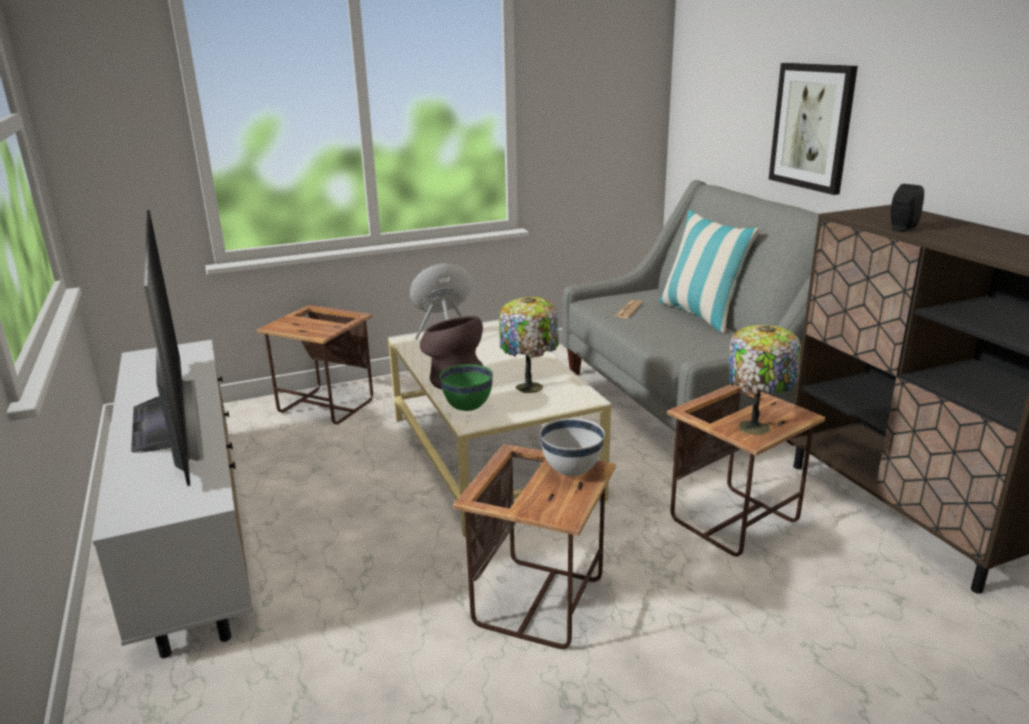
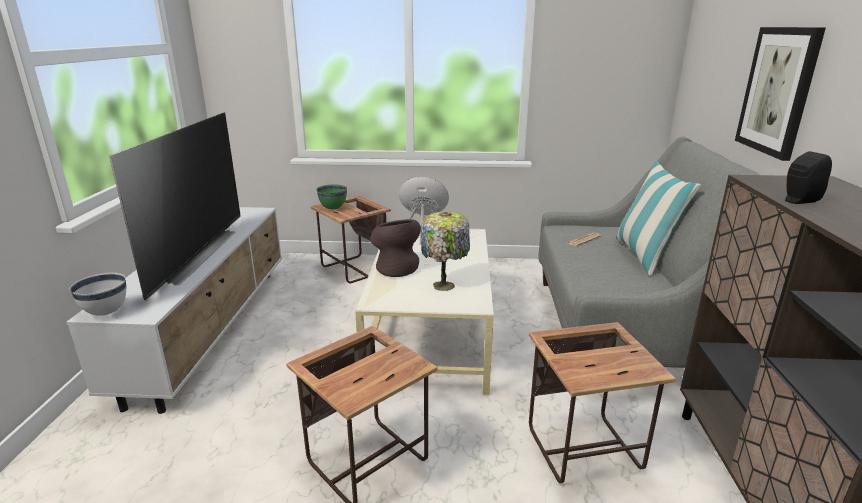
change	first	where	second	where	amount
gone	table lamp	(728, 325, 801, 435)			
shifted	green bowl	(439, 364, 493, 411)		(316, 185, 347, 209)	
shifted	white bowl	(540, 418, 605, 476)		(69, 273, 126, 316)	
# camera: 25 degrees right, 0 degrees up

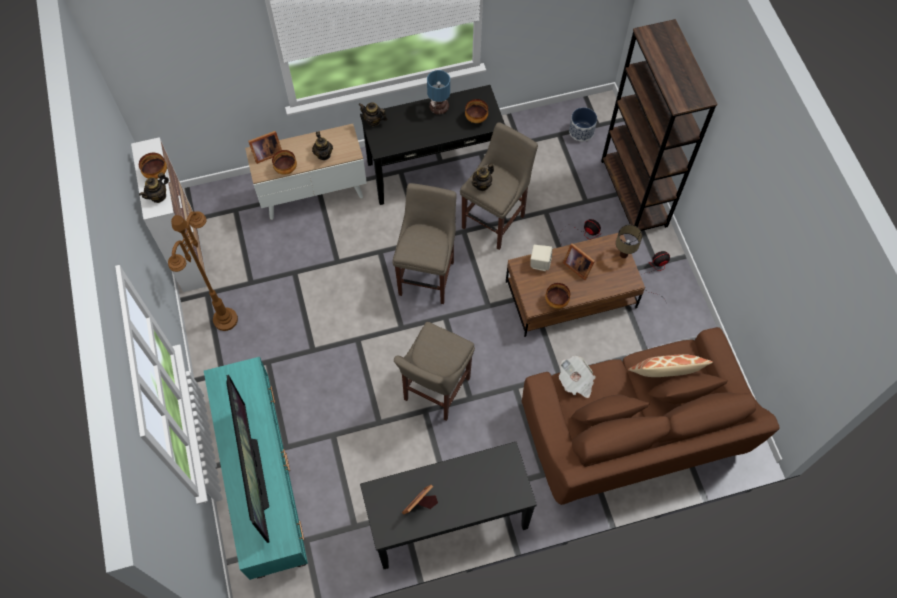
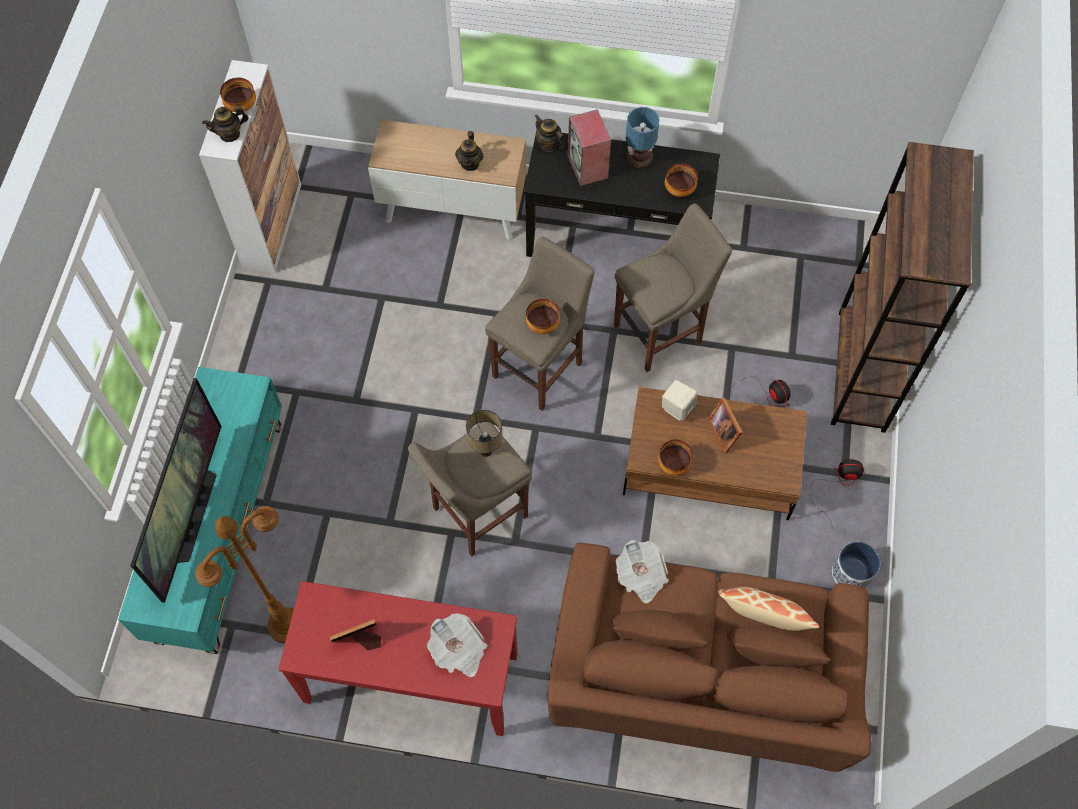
change	first	where	second	where	amount
gone	picture frame	(248, 131, 282, 164)			
gone	teapot	(471, 163, 494, 191)			
new			newspaper	(427, 613, 487, 677)	
new			speaker	(568, 109, 611, 186)	
shifted	brown floor lamp	(168, 211, 238, 331)		(195, 506, 294, 643)	
shifted	bowl	(272, 150, 297, 175)		(526, 299, 560, 334)	
shifted	planter	(569, 107, 597, 142)		(832, 542, 880, 588)	
shifted	table lamp	(616, 225, 642, 258)		(466, 410, 503, 457)	
repainted	black console table	(360, 442, 537, 569)	red console table	(278, 581, 517, 736)	
# camera: 25 degrees right, 0 degrees up

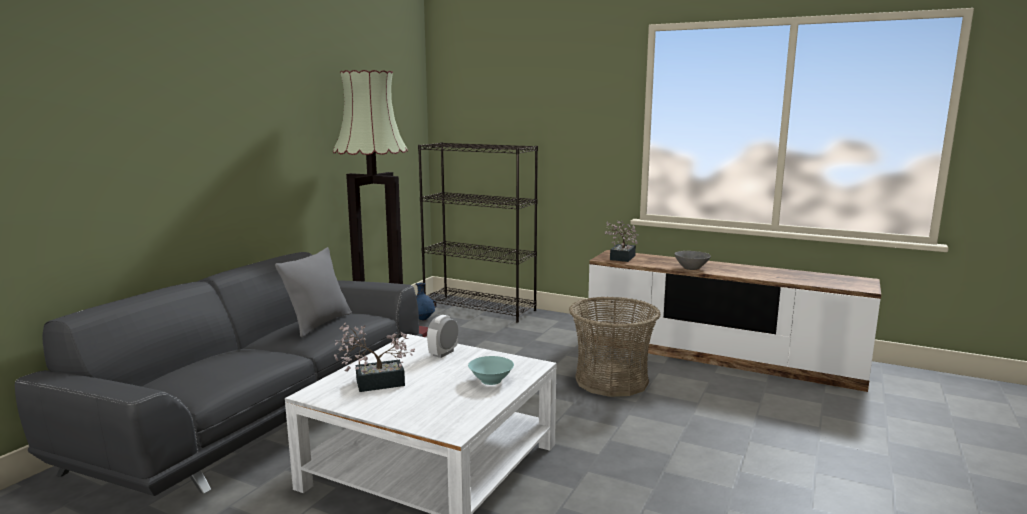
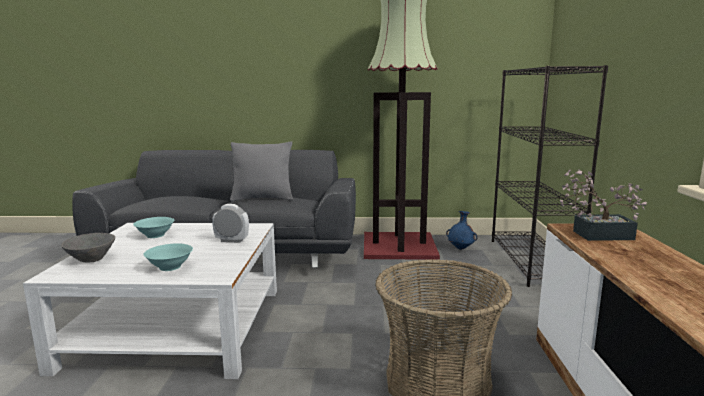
change	first	where	second	where	amount
shifted	grey bowl	(674, 251, 711, 270)		(61, 233, 115, 262)	
swapped	potted plant	(334, 323, 415, 392)	turquoise bowl	(133, 217, 174, 238)	
# camera: 65 degrees right, 0 degrees up

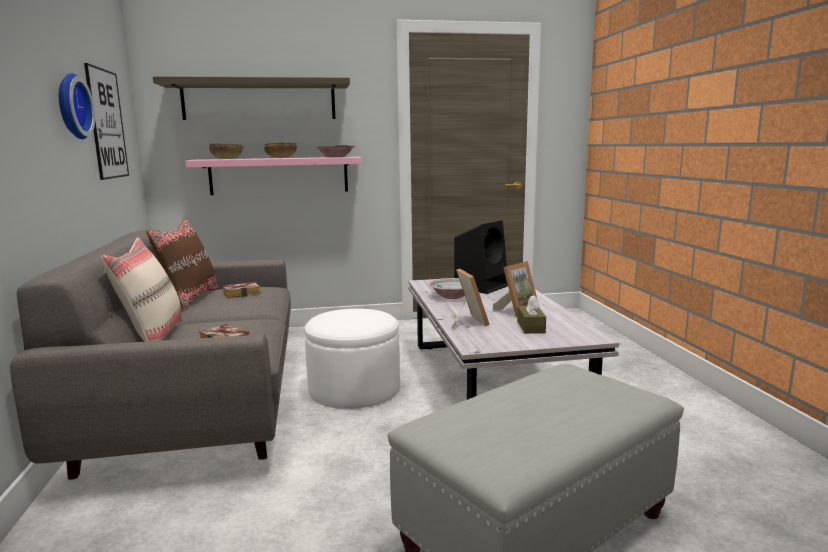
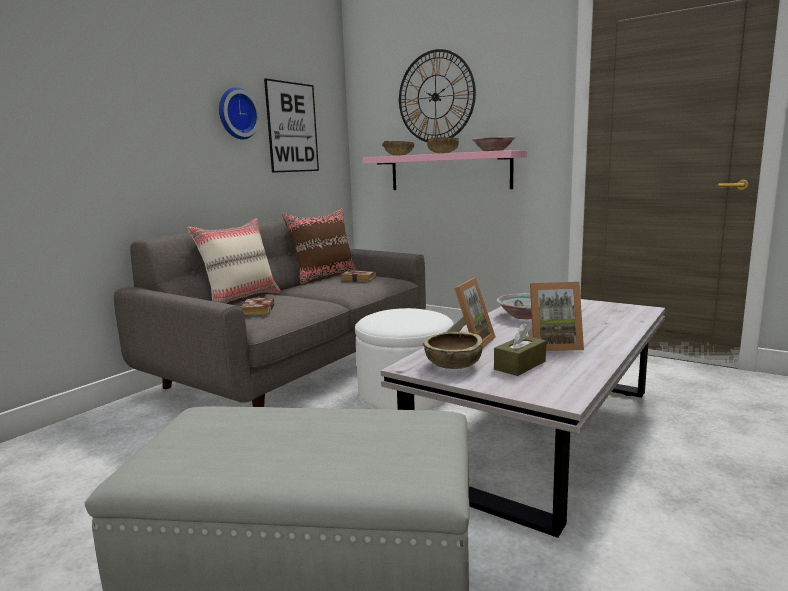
change	first	where	second	where	amount
gone	black speaker	(454, 220, 508, 294)			
new			brown bowl	(422, 332, 483, 369)	
swapped	shelf	(153, 76, 350, 120)	wall clock	(399, 49, 476, 142)	
# camera: 45 degrees right, 0 degrees up

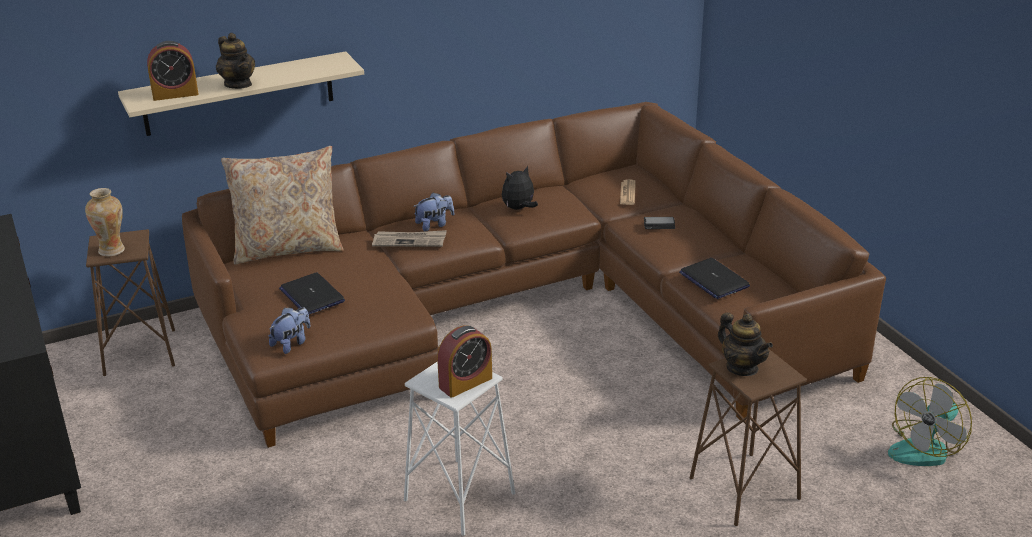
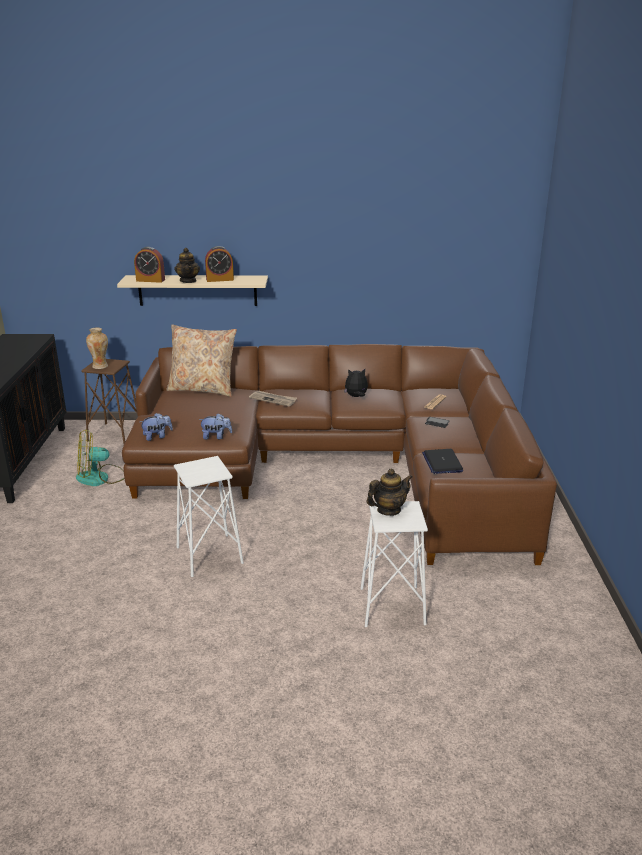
change	first	where	second	where	amount
gone	laptop	(279, 272, 345, 314)			
shifted	plush toy	(413, 193, 454, 231)		(199, 413, 232, 440)	
shifted	alarm clock	(437, 326, 492, 398)		(205, 246, 234, 282)	
shifted	fan	(888, 377, 972, 466)		(76, 430, 125, 486)	
repainted	brown stool	(690, 349, 807, 526)	white stool	(361, 501, 428, 627)	
rotated	teapot	(718, 312, 773, 376)		(366, 468, 413, 516)	105 degrees counterclockwise
# camera: 25 degrees right, 5 degrees down

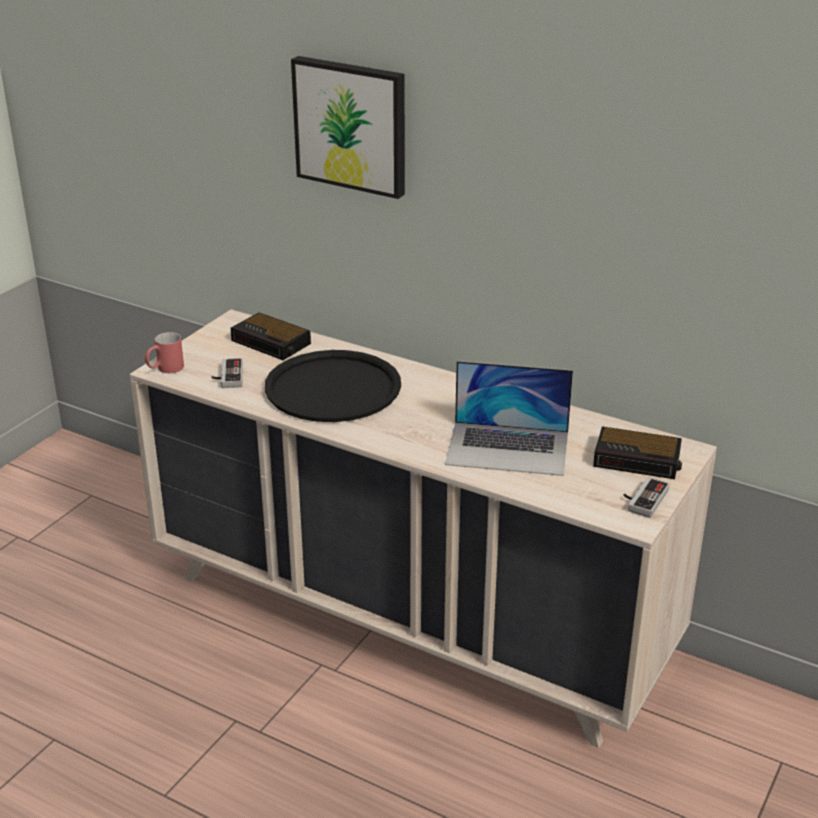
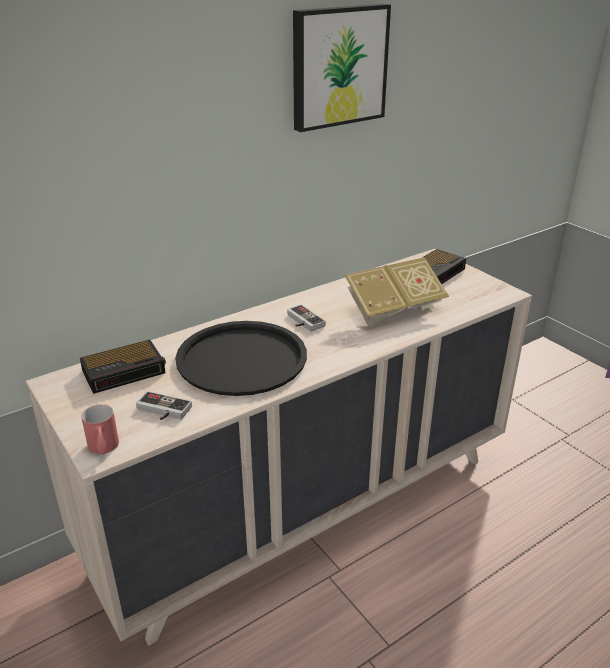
change	first	where	second	where	amount
shifted	picture	(291, 56, 405, 199)		(293, 4, 391, 132)	
shifted	game controller	(623, 477, 670, 518)		(287, 305, 326, 332)	
swapped	laptop	(445, 361, 573, 476)	book	(345, 257, 449, 326)	
# camera: 65 degrees left, 0 degrees up

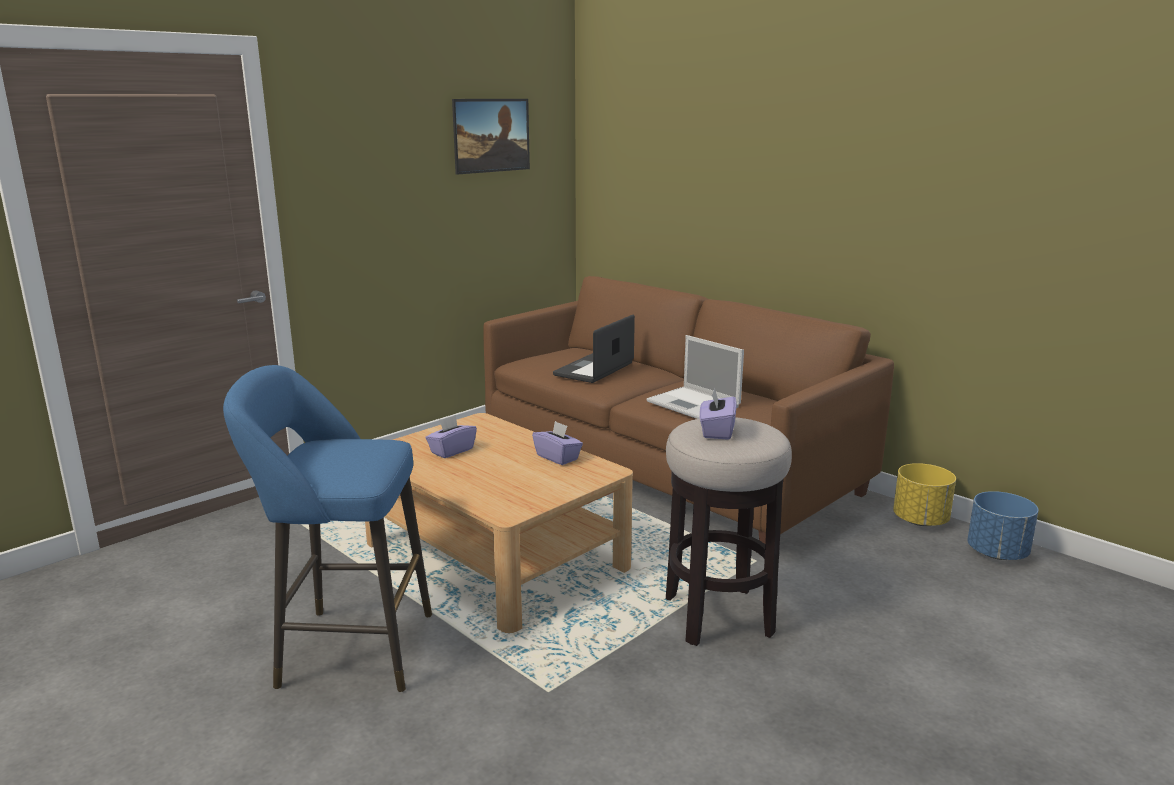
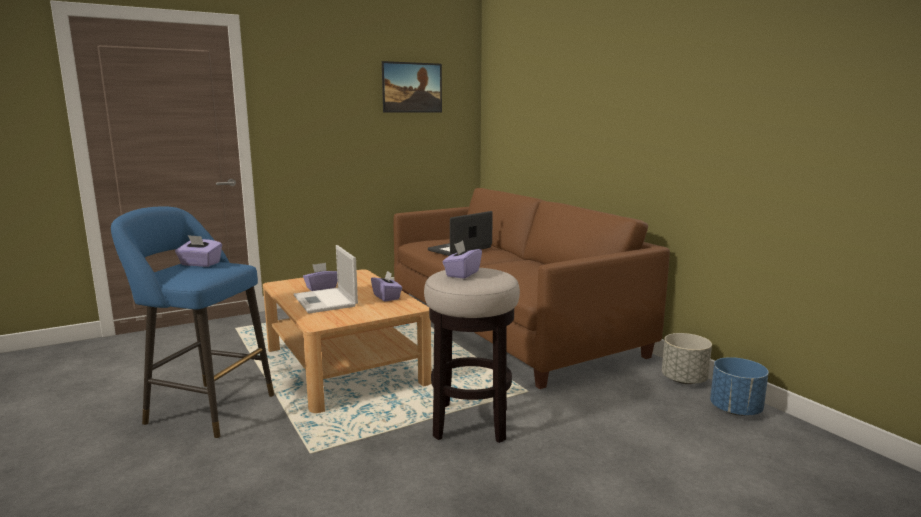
change	first	where	second	where	amount
new			purple tissue box	(175, 235, 222, 267)	
shifted	laptop	(646, 335, 744, 419)		(294, 245, 358, 314)	
repainted	yellow planter	(893, 463, 956, 526)	grey planter	(662, 333, 712, 384)	
# camera: 15 degrees right, 5 degrees down

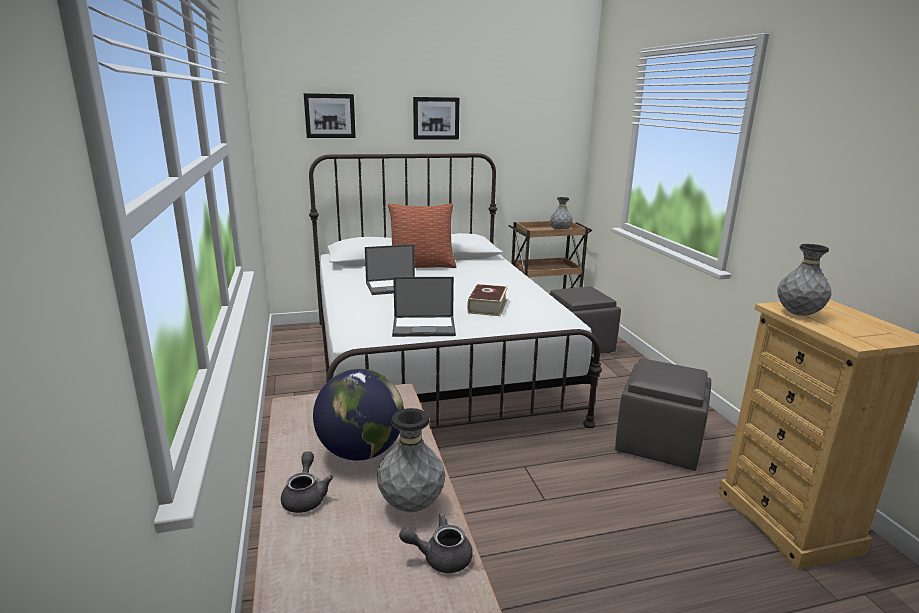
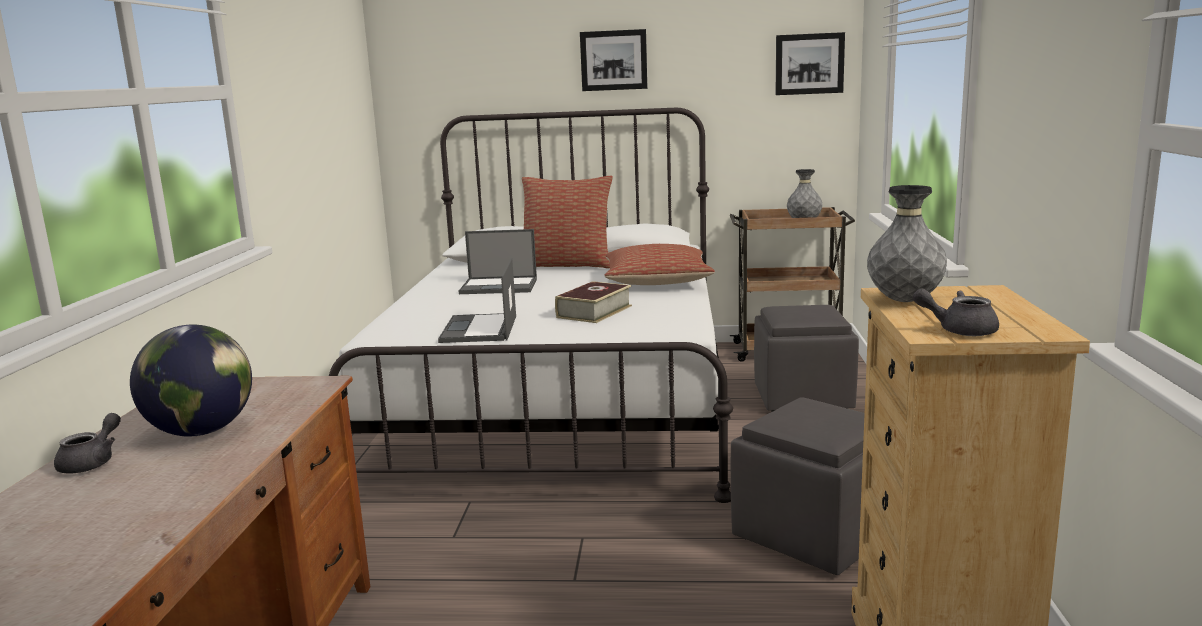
change	first	where	second	where	amount
gone	grey vase	(377, 408, 445, 512)			
new			pillow	(605, 244, 715, 285)	
shifted	picture	(304, 93, 356, 138)		(775, 32, 845, 95)	
shifted	grey teapot	(399, 513, 473, 573)		(913, 288, 999, 336)	
rotated	laptop	(392, 277, 456, 337)		(438, 258, 516, 343)	75 degrees clockwise
# camera: 20 degrees right, 5 degrees down

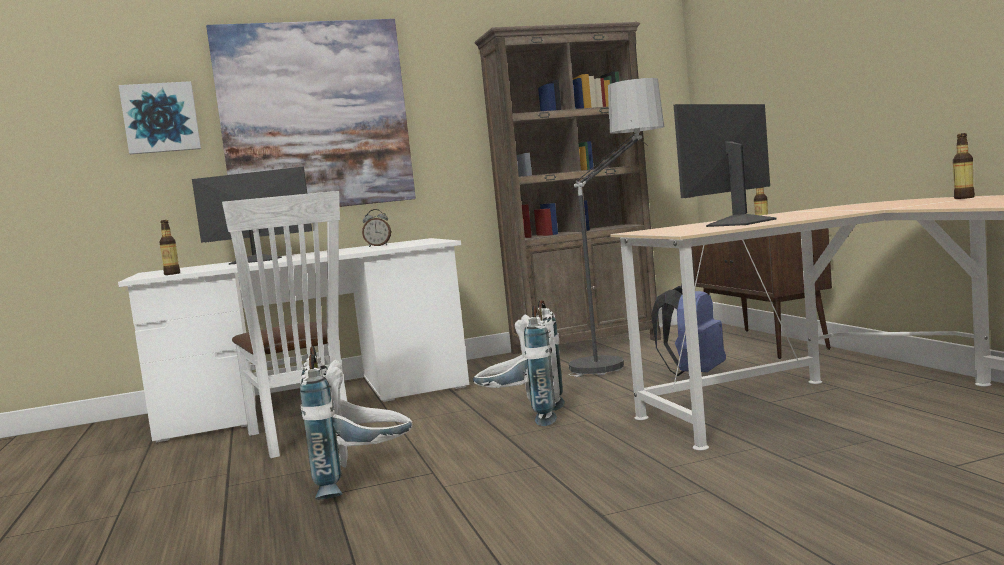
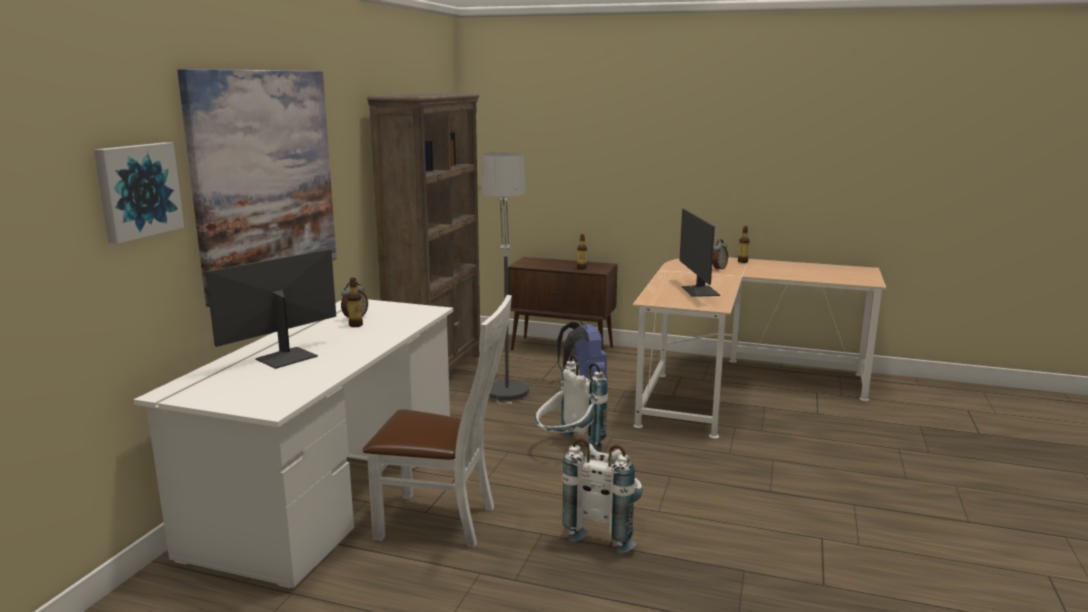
change	first	where	second	where	amount
new			alarm clock	(712, 239, 728, 270)	
shifted	bottle	(159, 220, 180, 275)		(347, 278, 363, 327)	
# camera: 55 degrees left, 10 degrees up

